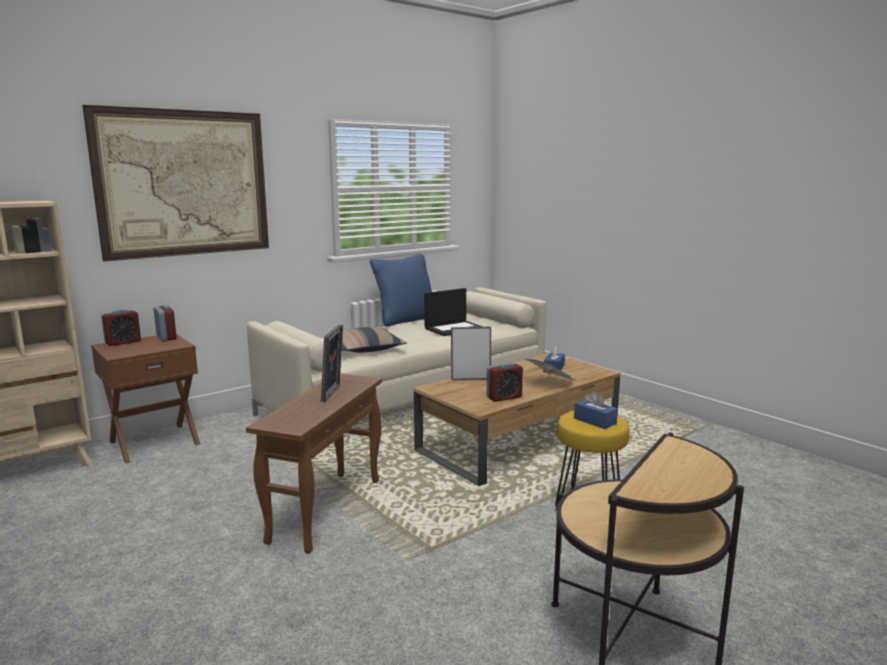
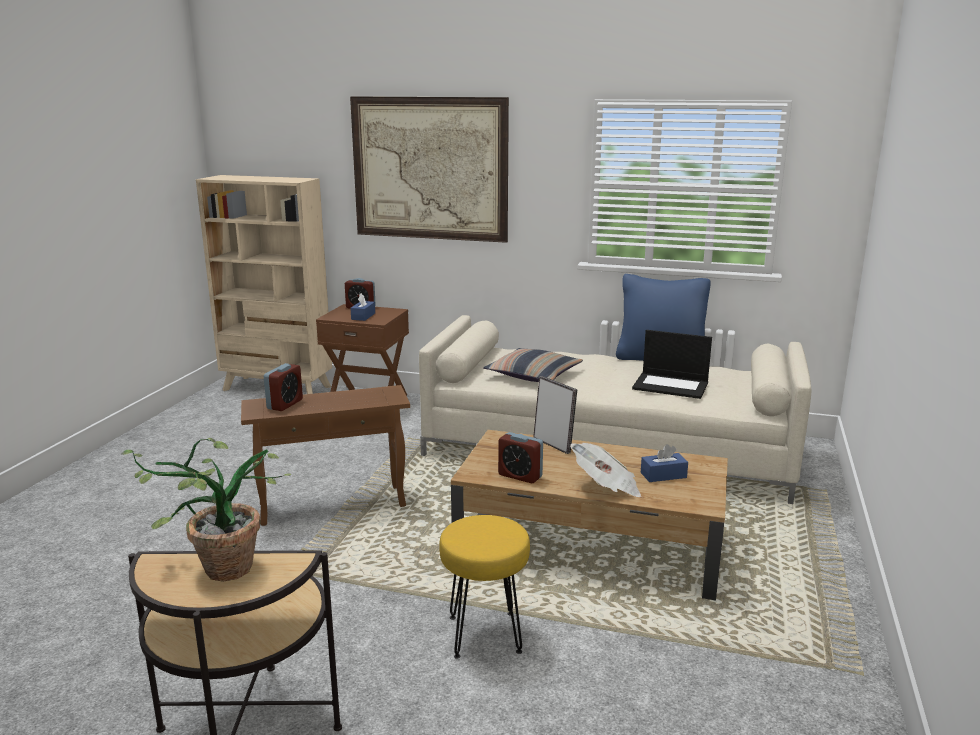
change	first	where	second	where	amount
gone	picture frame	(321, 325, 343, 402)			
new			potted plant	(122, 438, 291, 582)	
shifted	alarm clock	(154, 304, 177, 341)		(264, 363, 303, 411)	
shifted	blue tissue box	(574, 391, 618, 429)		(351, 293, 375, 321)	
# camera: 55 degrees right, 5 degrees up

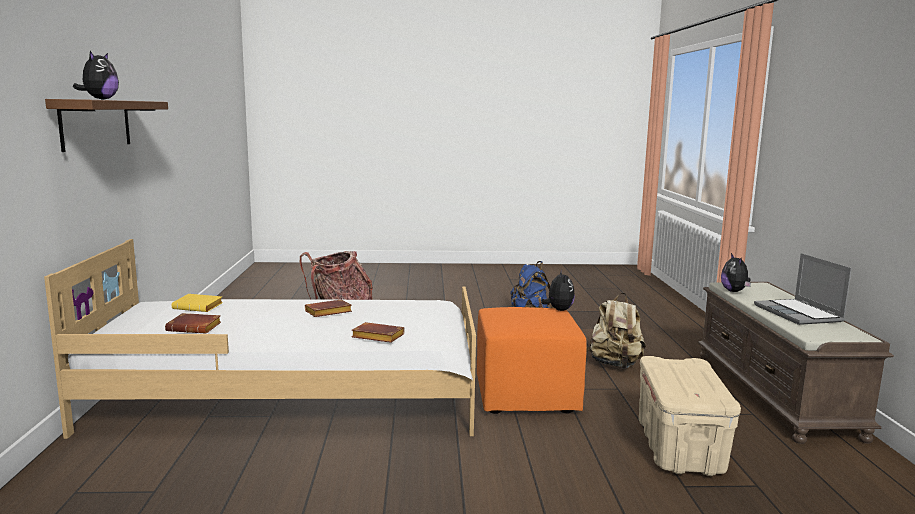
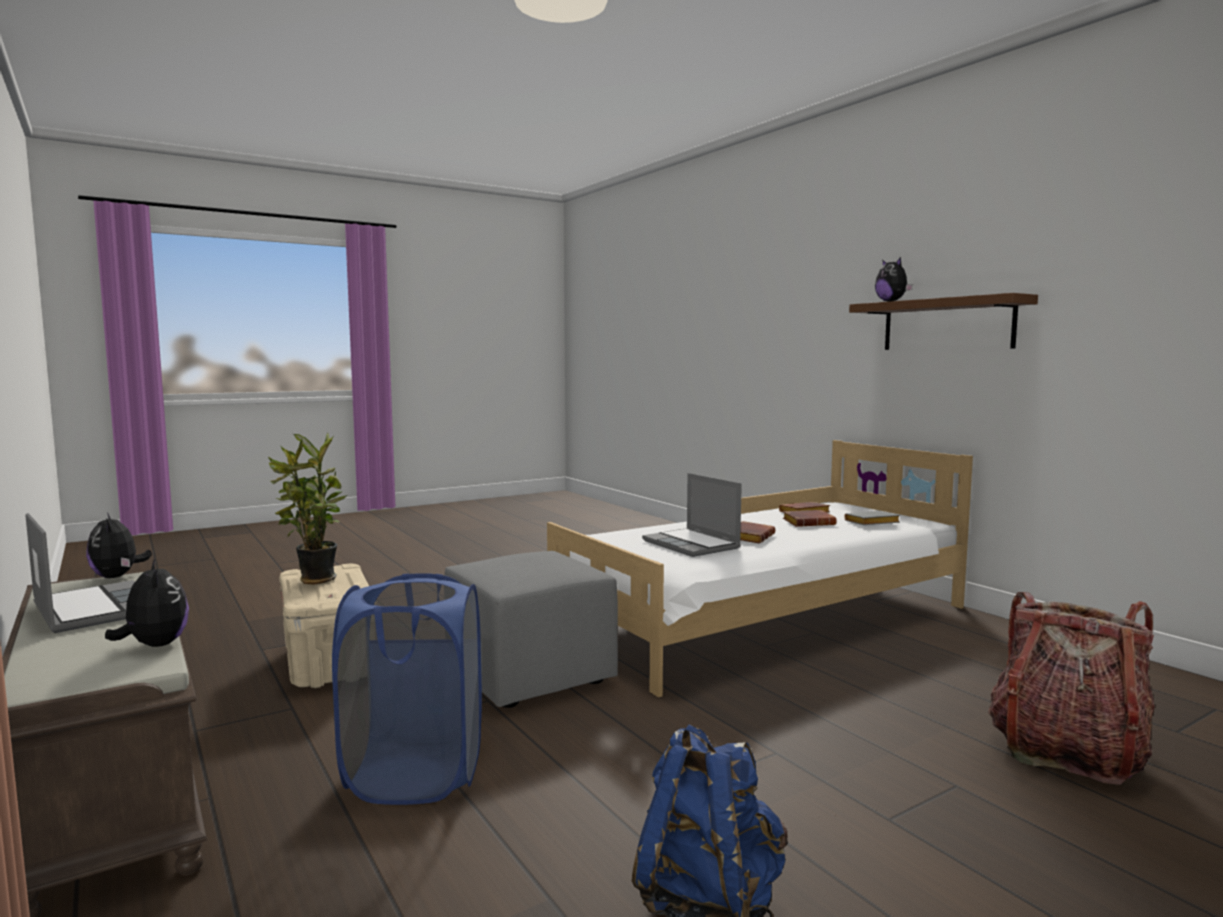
change	first	where	second	where	amount
new			potted plant	(268, 433, 348, 585)	
new			laptop	(642, 473, 742, 557)	
shifted	brown book	(352, 322, 405, 343)		(783, 510, 837, 527)	
shifted	plush toy	(541, 269, 575, 311)		(86, 512, 152, 578)	
swapped	beige backpack	(587, 293, 646, 369)	blue laundry basket	(332, 573, 482, 805)	
repainted	yellow book	(171, 294, 223, 312)	grey book	(844, 511, 900, 525)	
repainted	orange ottoman	(477, 307, 587, 414)	grey ottoman	(444, 551, 618, 708)	
# camera: 150 degrees right, 5 degrees down

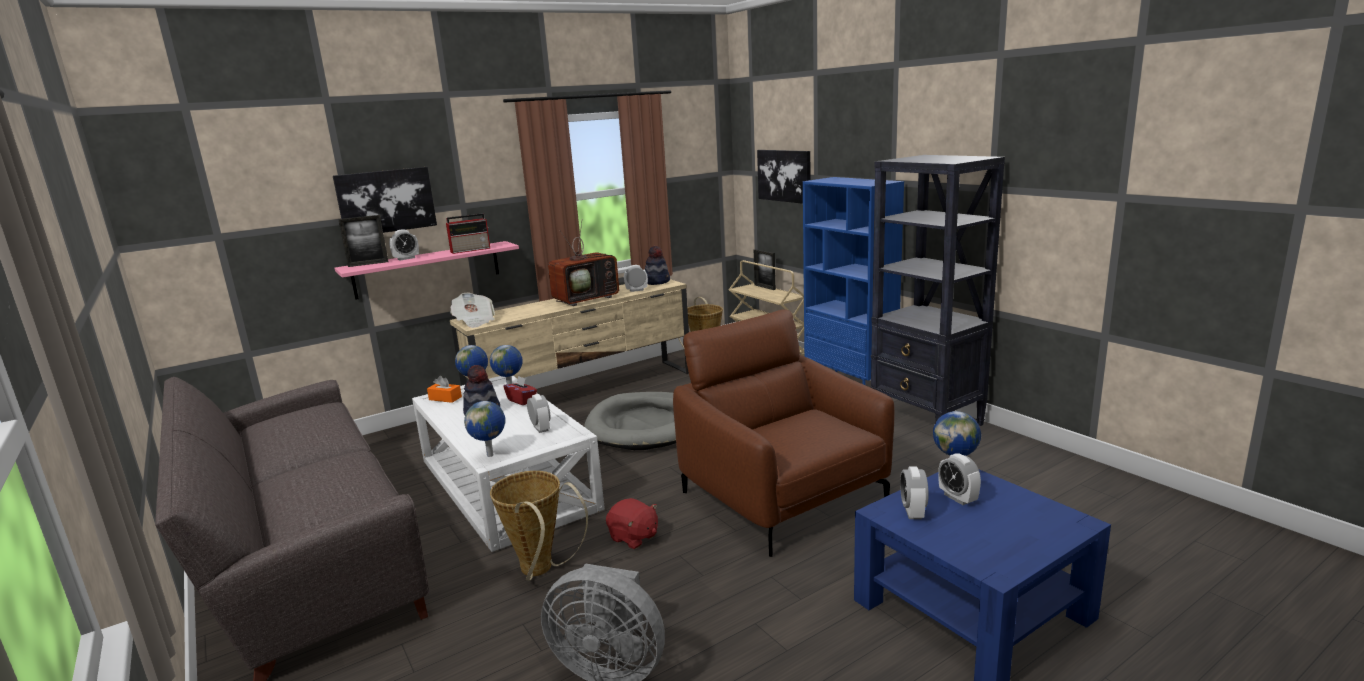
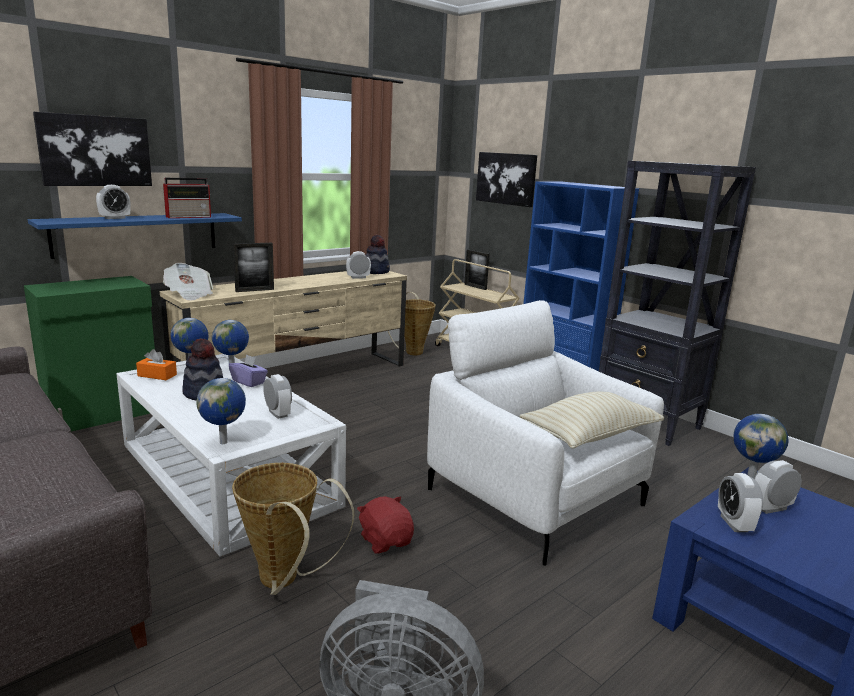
change	first	where	second	where	amount
gone	television	(548, 219, 619, 306)			
gone	grey dog bed	(584, 392, 676, 450)			
new			green cabinet	(24, 276, 155, 432)	
new			beige pillow	(519, 391, 664, 449)	
shifted	picture frame	(338, 215, 389, 267)		(233, 243, 274, 292)	
repainted	pink shelf	(334, 241, 519, 300)	blue shelf	(28, 213, 242, 259)	
repainted	red tissue box	(503, 376, 537, 405)	purple tissue box	(229, 354, 268, 387)	
repainted	brown armchair	(673, 309, 895, 557)	white armchair	(427, 300, 664, 566)	
rotated	red plush toy	(606, 498, 658, 549)		(357, 496, 414, 554)	150 degrees counterclockwise
rotated	alarm clock	(938, 454, 981, 505)		(754, 460, 802, 514)	105 degrees clockwise
# camera: 10 degrees left, 0 degrees up

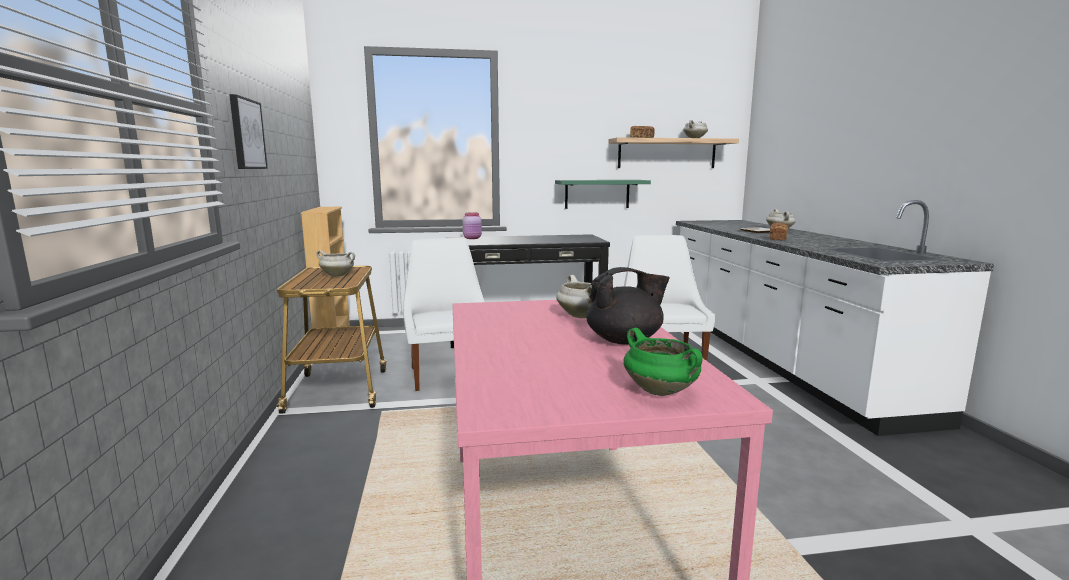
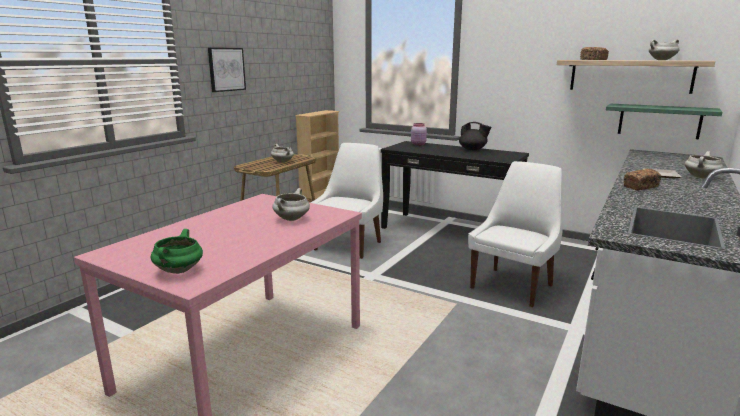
change	first	where	second	where	amount
shifted	green shelf	(555, 180, 651, 209)		(606, 104, 722, 139)	
shifted	black teapot	(586, 267, 670, 345)		(459, 122, 492, 150)	
# camera: 40 degrees right, 5 degrees up

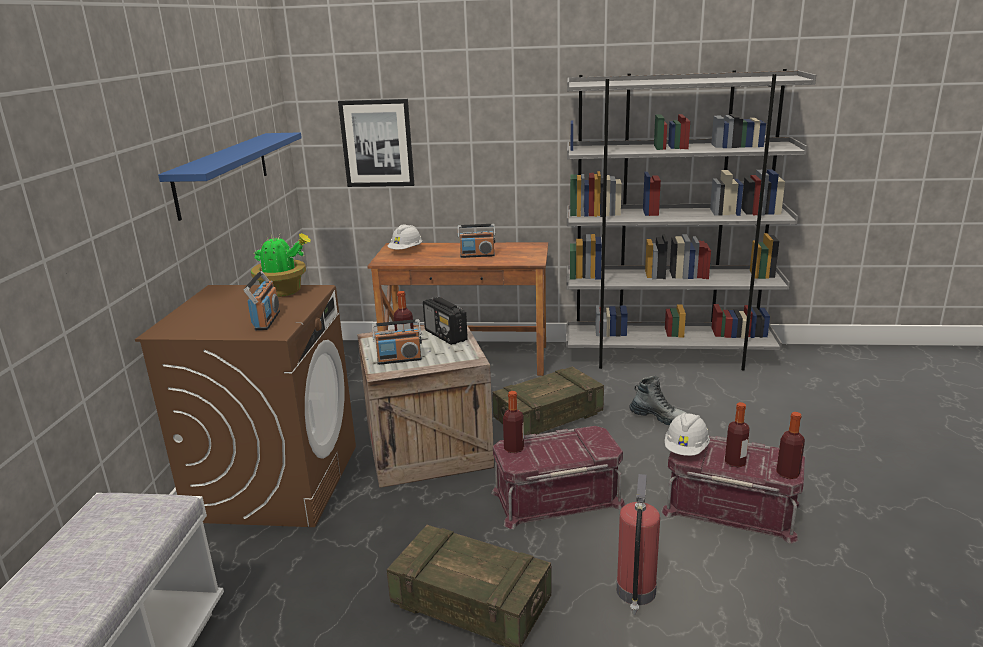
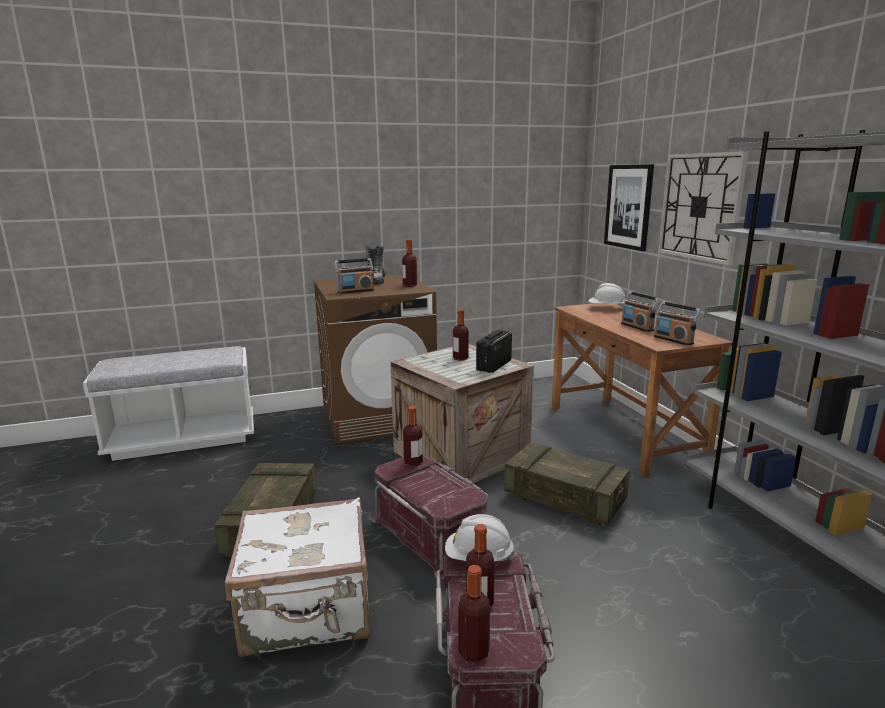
change	first	where	second	where	amount
gone	blue shelf	(158, 132, 302, 221)			
new			wall clock	(658, 151, 749, 266)	
shifted	radio	(372, 319, 422, 365)		(654, 302, 701, 346)	
shifted	boot	(629, 375, 687, 425)		(365, 246, 386, 284)	
swapped	potted plant	(251, 233, 311, 297)	bottle	(402, 240, 417, 287)	
swapped	fire extinguisher	(616, 474, 660, 615)	white suitcase	(225, 497, 370, 657)	
# camera: 65 degrees right, 5 degrees down

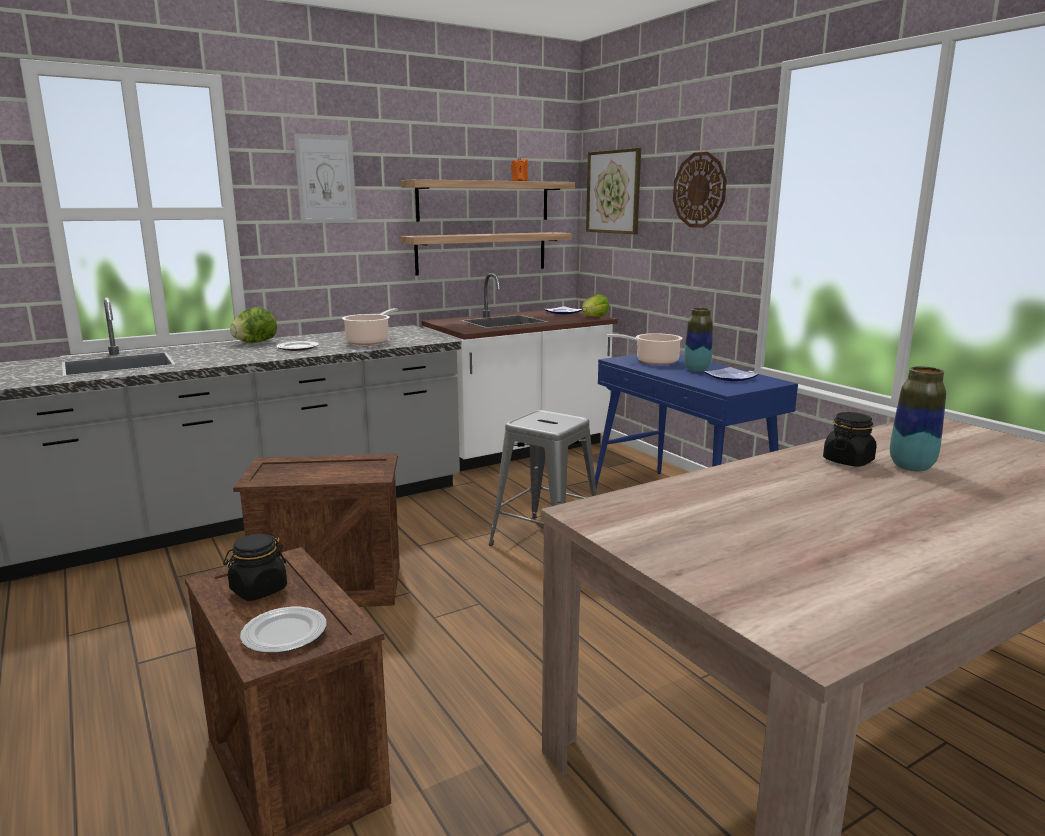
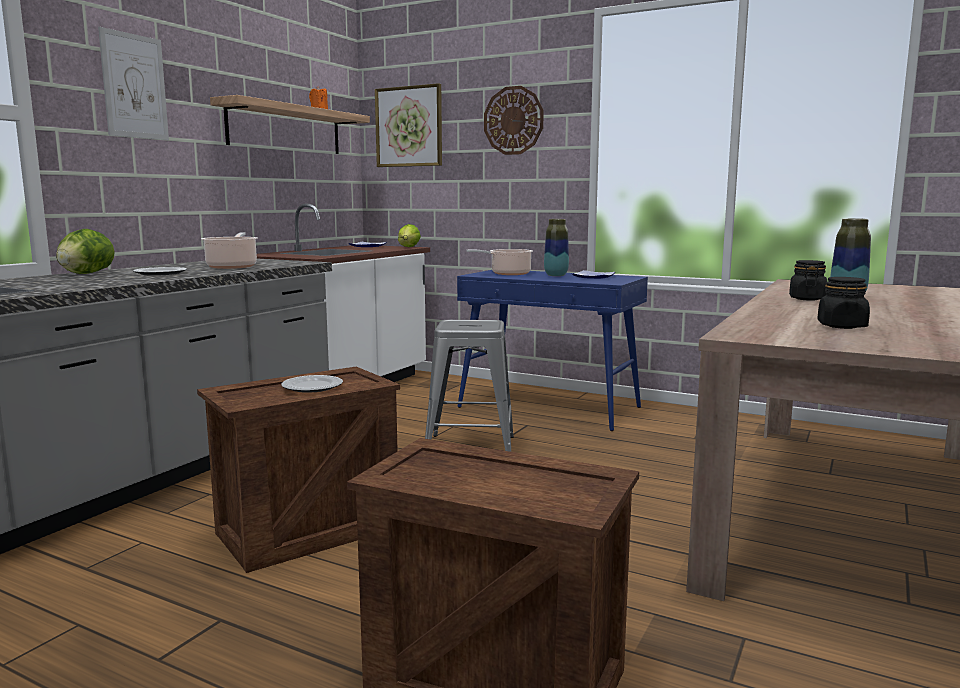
change	first	where	second	where	amount
gone	shelf	(400, 232, 572, 275)			
shifted	black jar	(223, 534, 287, 601)		(817, 277, 870, 329)	
shifted	plate	(240, 607, 326, 653)		(281, 375, 343, 393)	
# camera: 30 degrees left, 5 degrees down

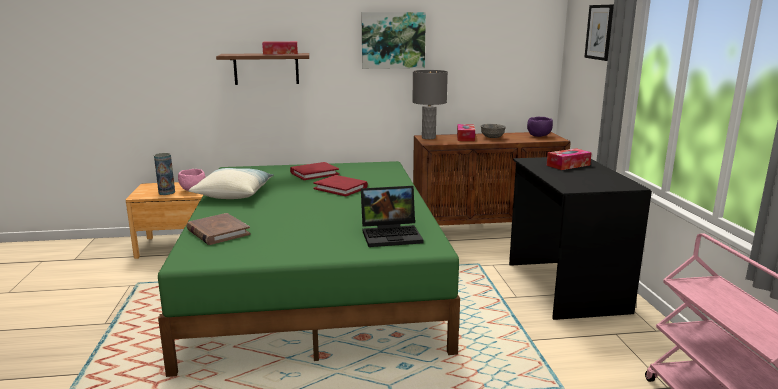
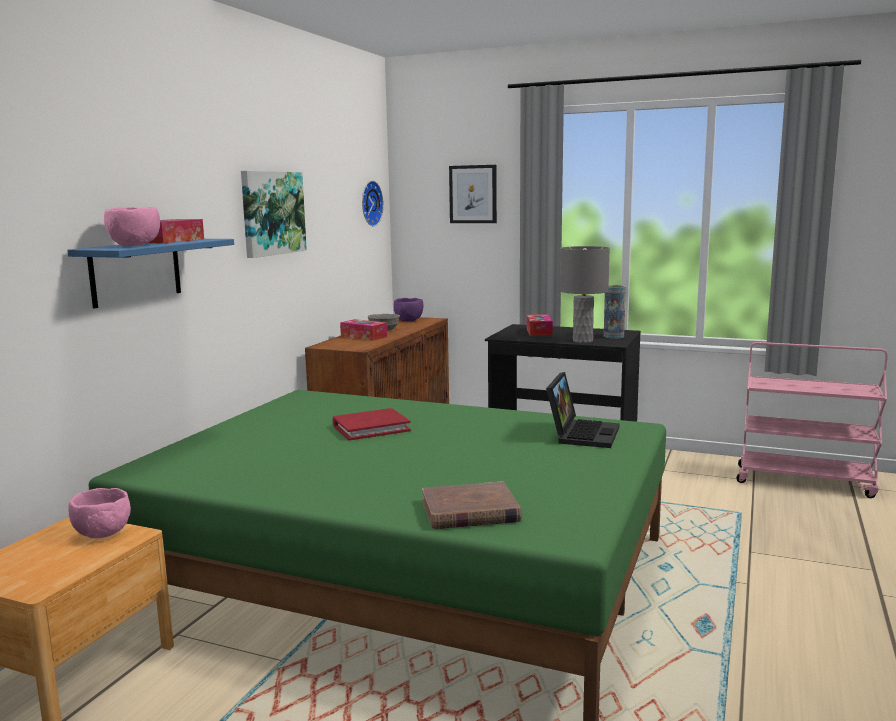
change	first	where	second	where	amount
gone	pillow	(188, 168, 274, 199)			
gone	red book	(290, 162, 339, 180)			
new			pink bowl	(104, 207, 160, 246)	
new			wall clock	(362, 181, 384, 226)	
shifted	vase	(154, 153, 175, 195)		(604, 285, 626, 339)	
shifted	grey table lamp	(412, 70, 448, 139)		(560, 246, 610, 343)	
repainted	brown shelf	(216, 53, 309, 85)	blue shelf	(67, 239, 234, 308)	
# camera: 60 degrees left, 5 degrees down

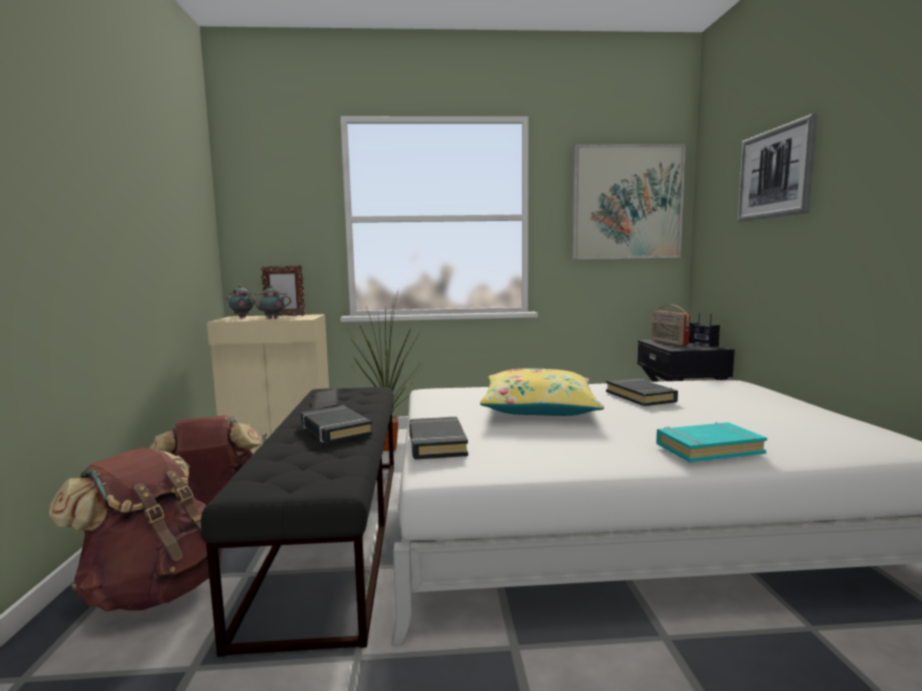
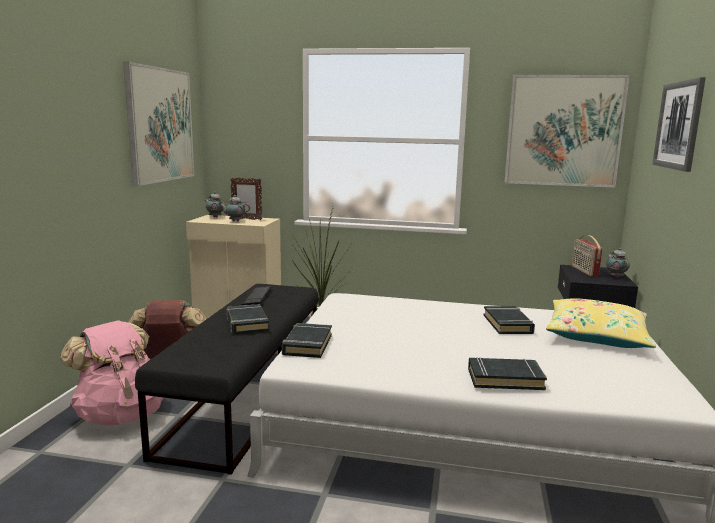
change	first	where	second	where	amount
new			picture	(123, 62, 194, 186)	
shifted	yellow pillow	(480, 369, 604, 416)		(546, 298, 656, 348)	
swapped	radio	(689, 313, 720, 346)	teapot	(606, 248, 630, 278)	
repainted	brown backpack	(49, 447, 223, 612)	pink backpack	(60, 320, 164, 426)	
repainted	turquoise book	(656, 422, 767, 462)	black book	(468, 357, 547, 390)	
# camera: 15 degrees right, 5 degrees up

